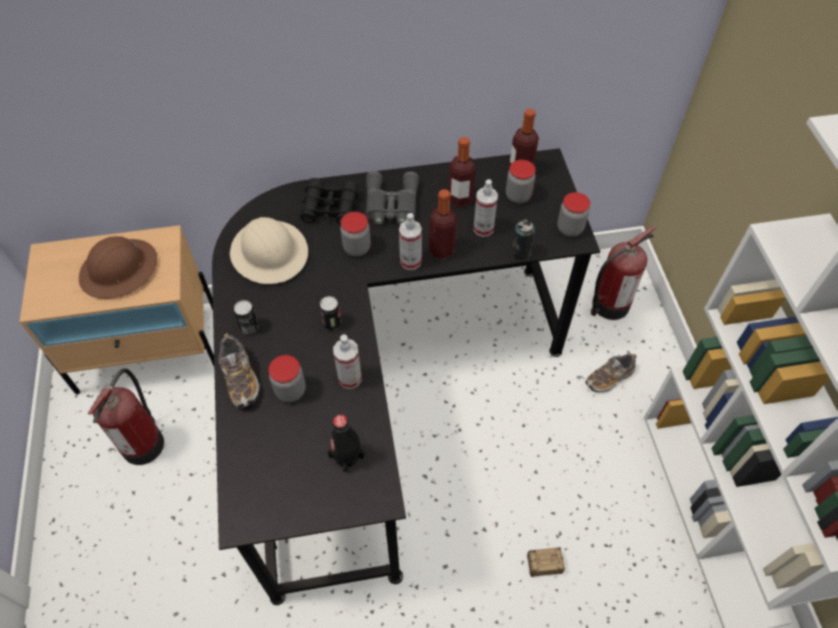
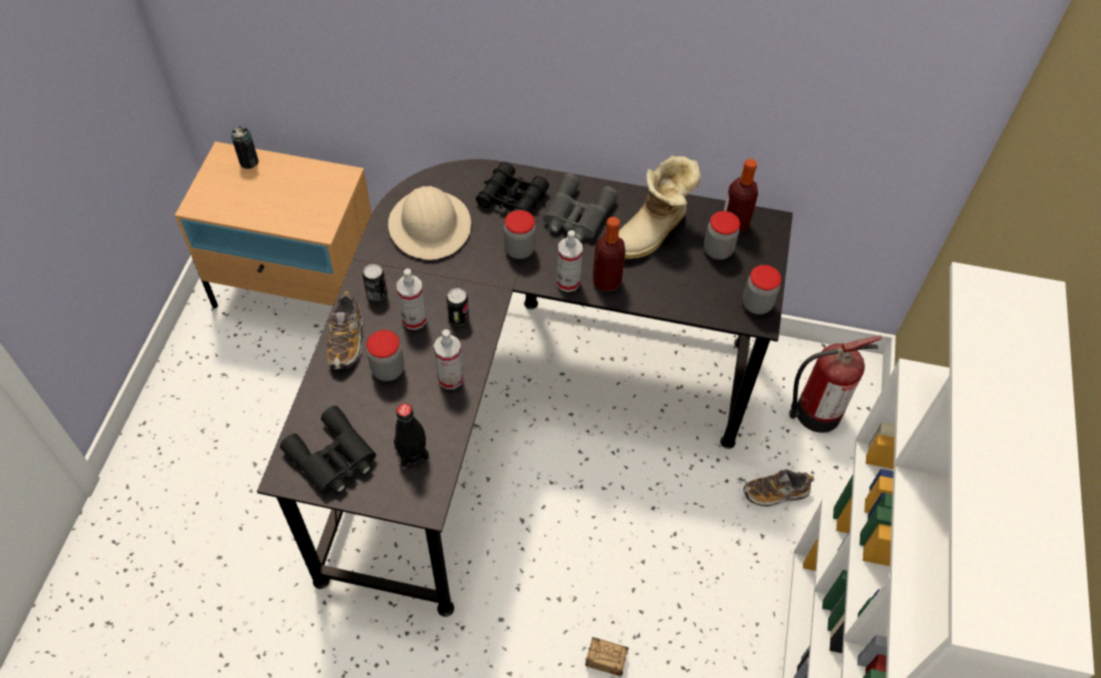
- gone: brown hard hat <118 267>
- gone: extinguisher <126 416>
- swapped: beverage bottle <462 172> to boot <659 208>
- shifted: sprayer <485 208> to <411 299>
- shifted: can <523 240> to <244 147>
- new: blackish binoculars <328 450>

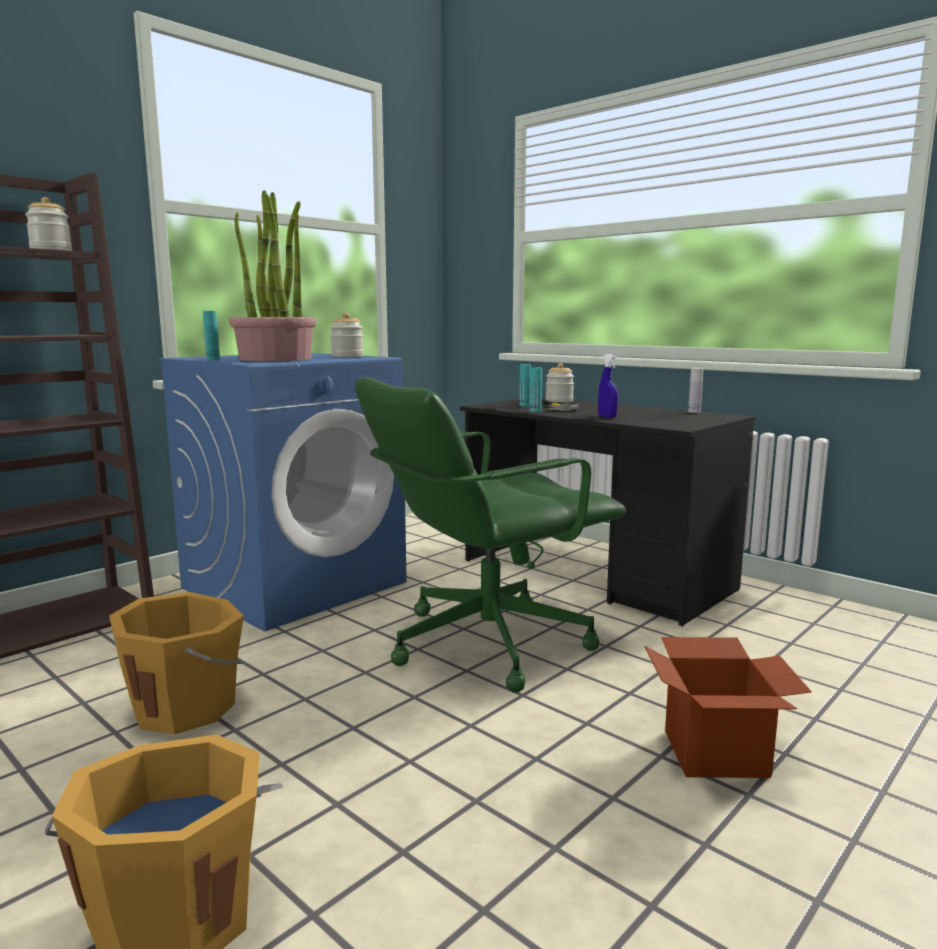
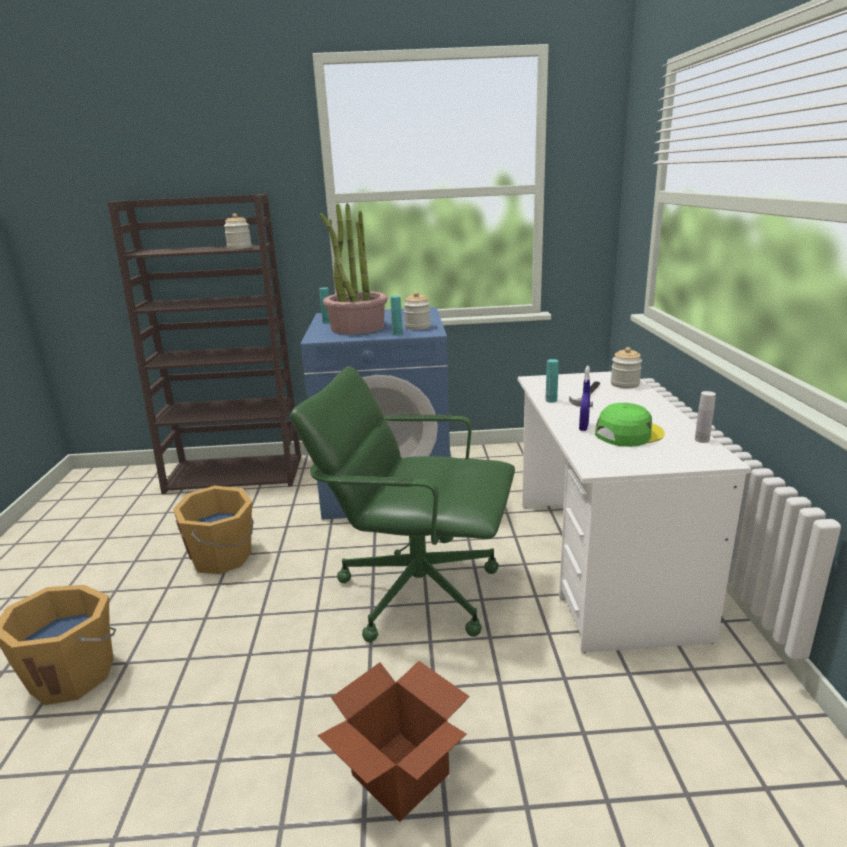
- repainted: blackish desk <608 511> to white desk <634 512>
- shifted: turquoise-coloured beverage bottle <525 385> to <396 316>
- new: green baseball cap <630 425>

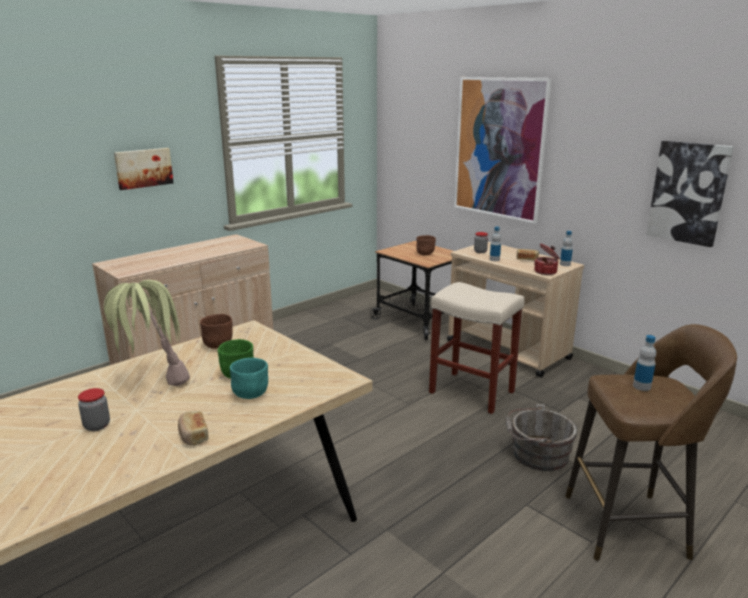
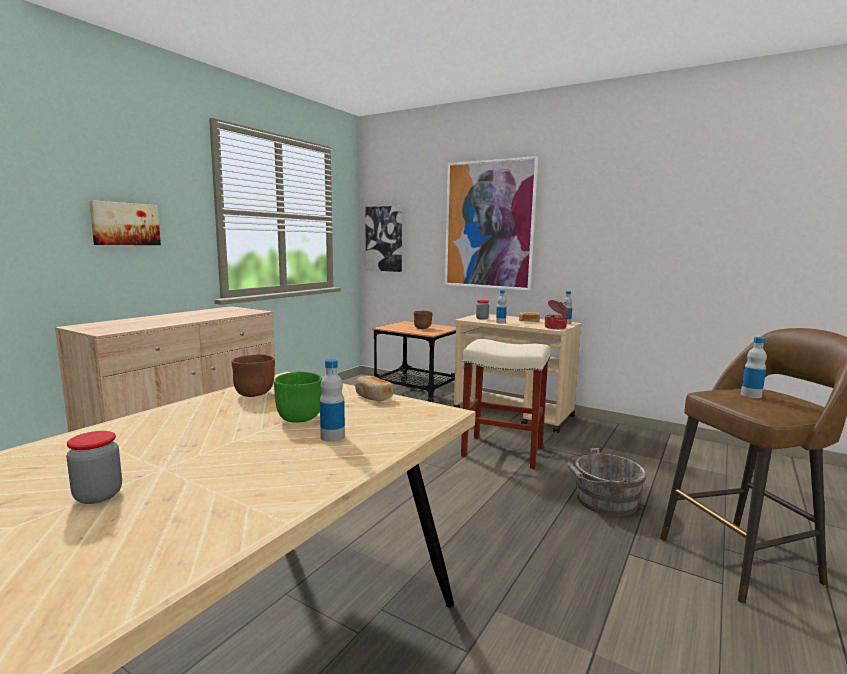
- gone: plant in a pot <146 333>
- shifted: bakery bread <193 428> to <374 388>
- swapped: turquoise-coloured deep dish <249 378> to beverage bottle <332 400>
- shifted: wall art <690 194> to <383 239>

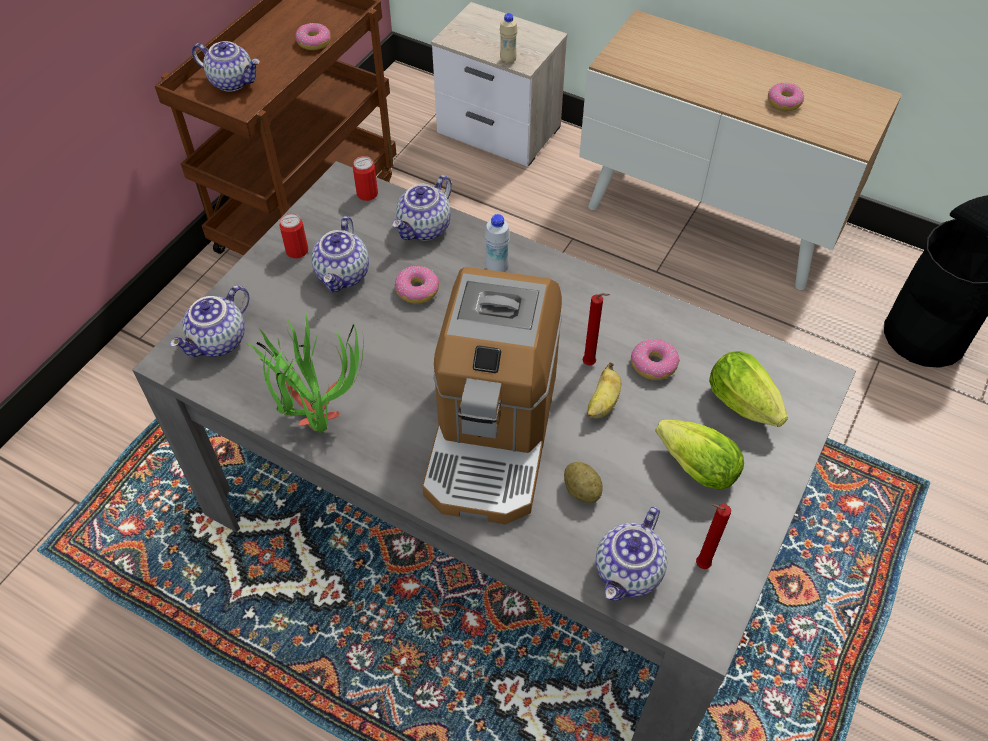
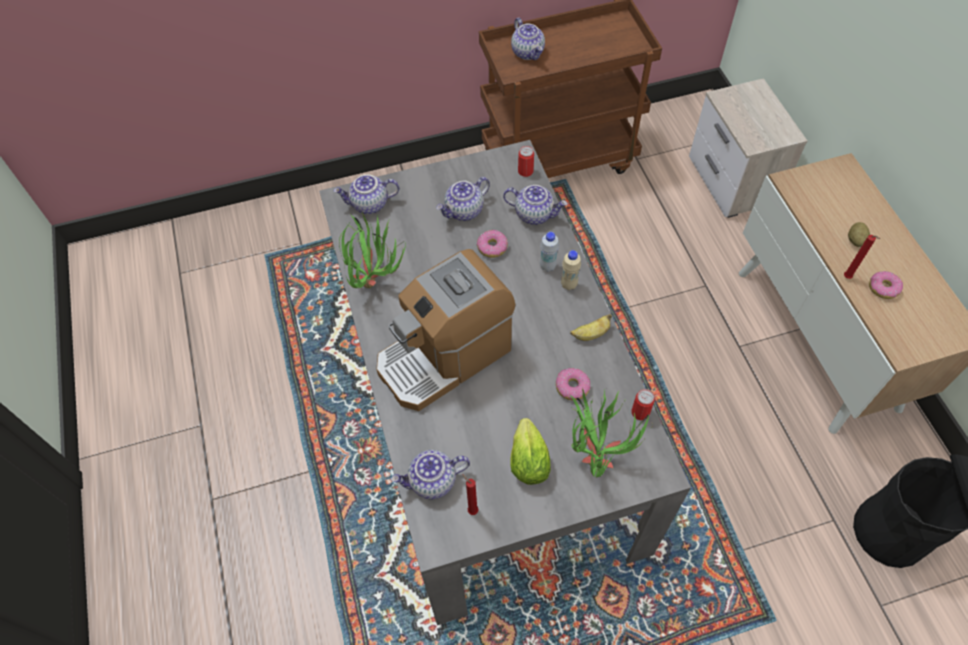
- shifted: can <293 235> to <643 404>
- gone: doughnut <313 36>
- rotated: teapot <422 208> = <535 205> 150 degrees counterclockwise
- shifted: beige-coloured beverage bottle <509 38> to <571 270>
- shifted: potato <583 482> to <859 234>
- shifted: red wax light <596 329> to <862 257>
- shifted: banana fruit <604 390> to <591 327>
- swapped: lettuce <748 389> to plant in a pot <611 433>

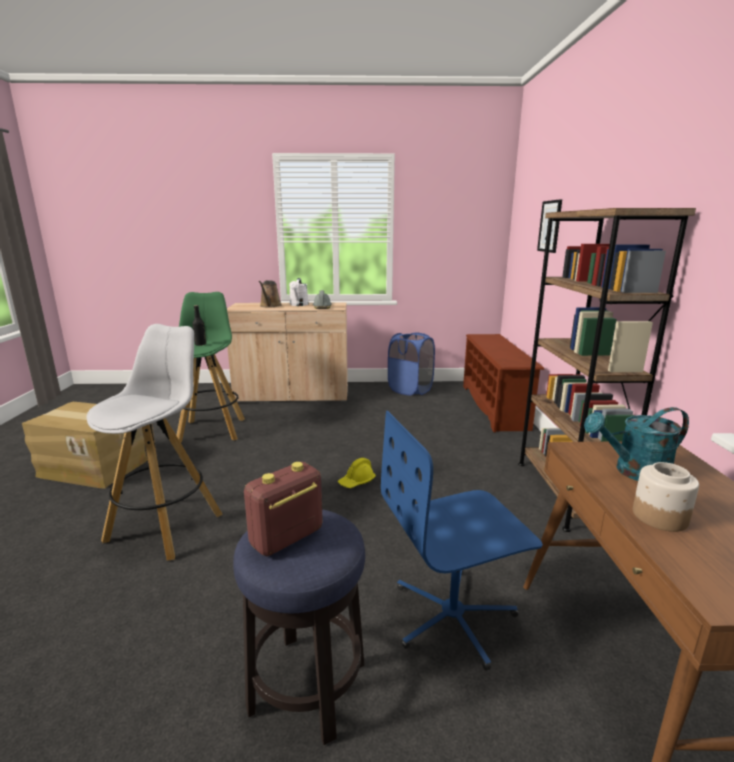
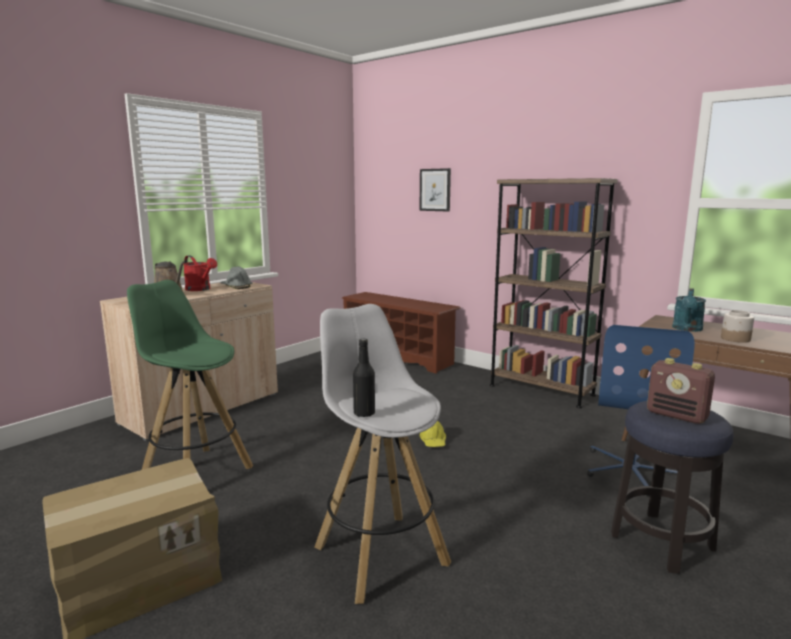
- shifted: blackish beverage bottle <199 325> to <364 378>
- rotated: radio receiver <283 509> = <681 391> 45 degrees counterclockwise
- repainted: white watering can <299 292> to red watering can <200 273>
- gone: blue-coloured hamper <411 363>

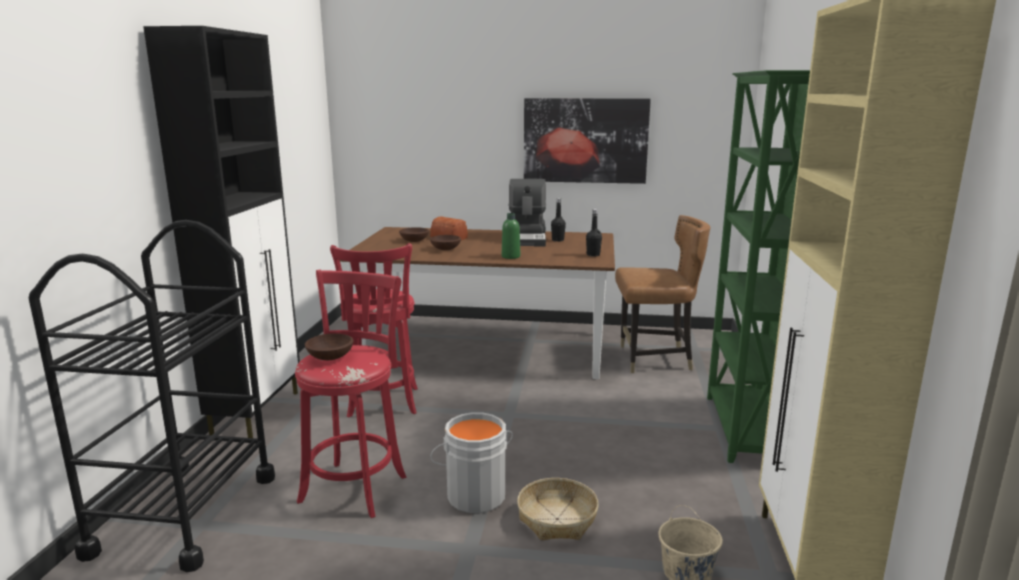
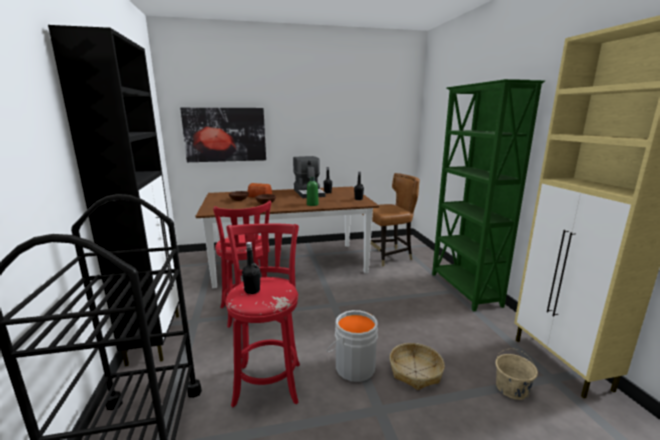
- swapped: brown deep dish <329 346> to blackish beverage bottle <251 268>
- shifted: wall art <587 141> to <223 135>

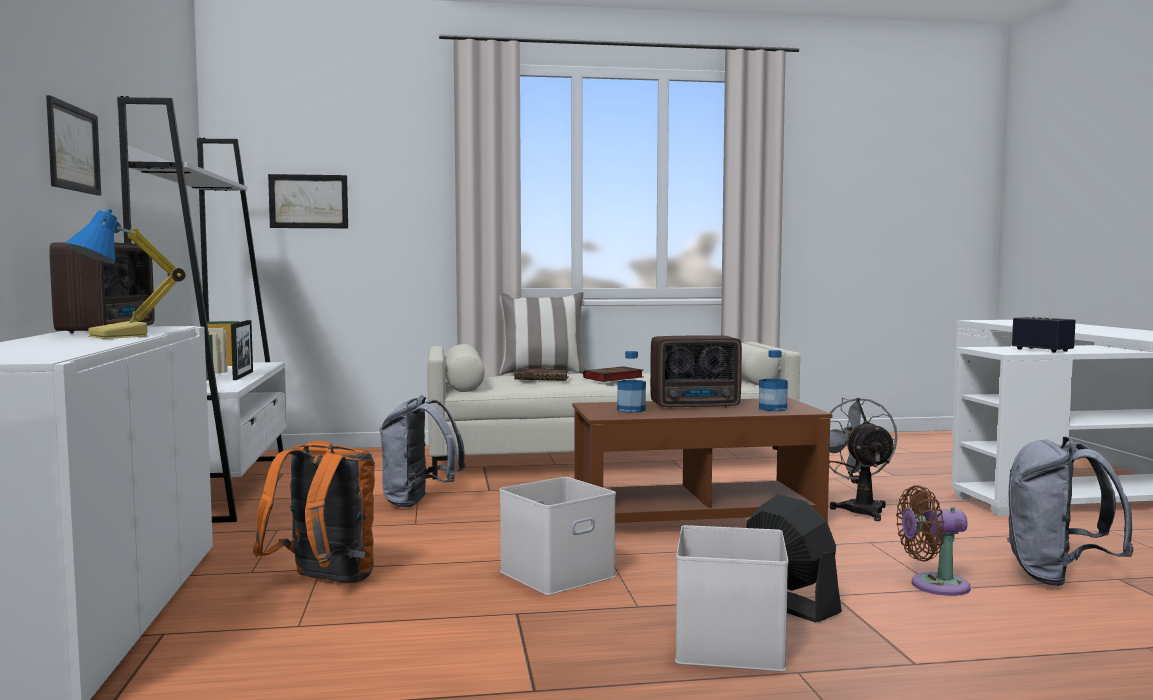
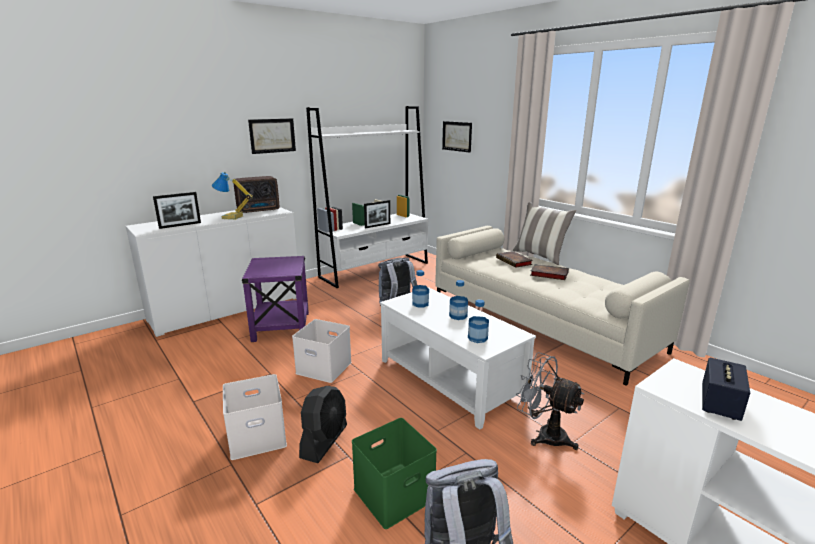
- swapped: orange backpack <314 512> to purple-coloured end table <275 299>
- repainted: brown low table <702 460> to white low table <458 358>
- swapped: radio receiver <696 371> to beverage bottle <458 300>
- rotated: gray fan <863 459> = <550 401> 105 degrees counterclockwise
- swapped: brown fan <933 540> to green storage box <394 473>
- new: photo frame <177 210>

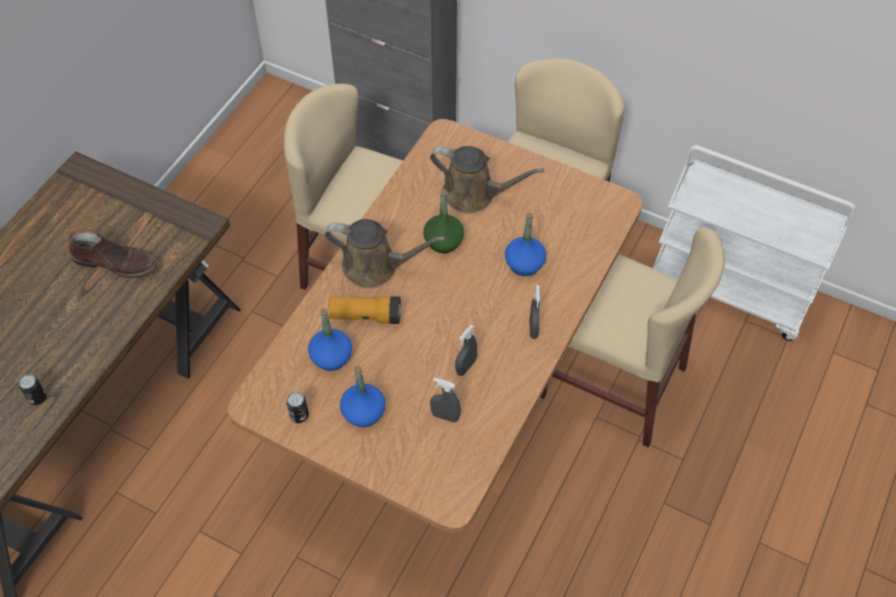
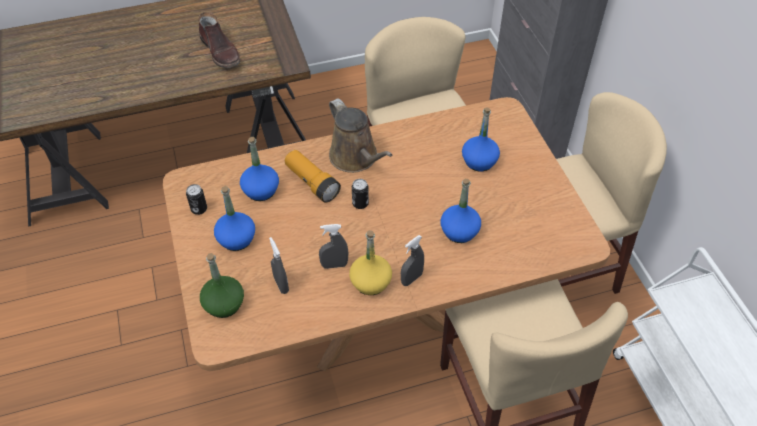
- shifted: can <33 389> to <360 194>
- shifted: green beverage bottle <443 221> to <222 285>
- swapped: brown watering can <487 179> to blue-coloured beverage bottle <481 139>
- new: yellow beverage bottle <370 262>

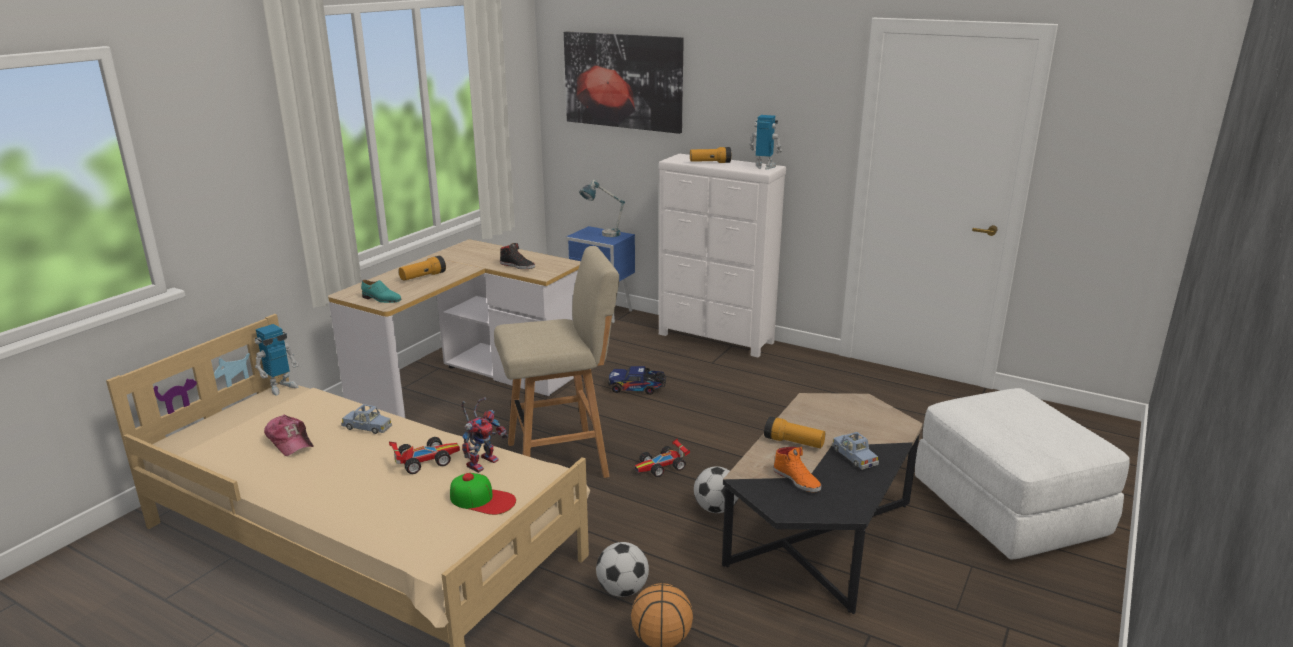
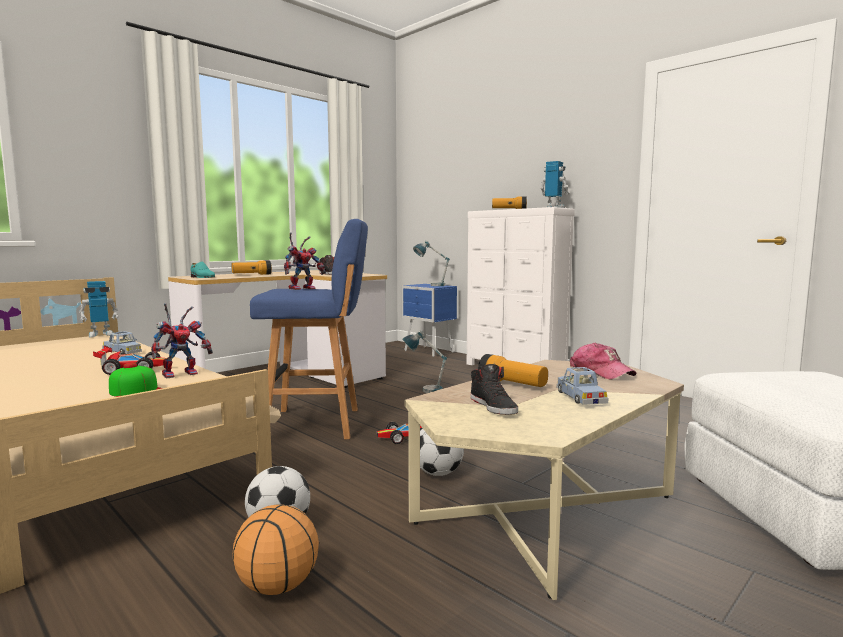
- shifted: baseball cap <289 435> to <603 361>
- repainted: beige-coloured sitting stool <556 362> to blue-coloured sitting stool <309 329>
- gone: wall art <624 83>
- swapped: toy truck <637 380> to table lamp <424 361>
- repainted: blackish low table <822 503> to beige-coloured low table <544 480>
- repainted: orange shoe <797 469> to blackish shoe <494 389>
- new: model robot <305 261>

